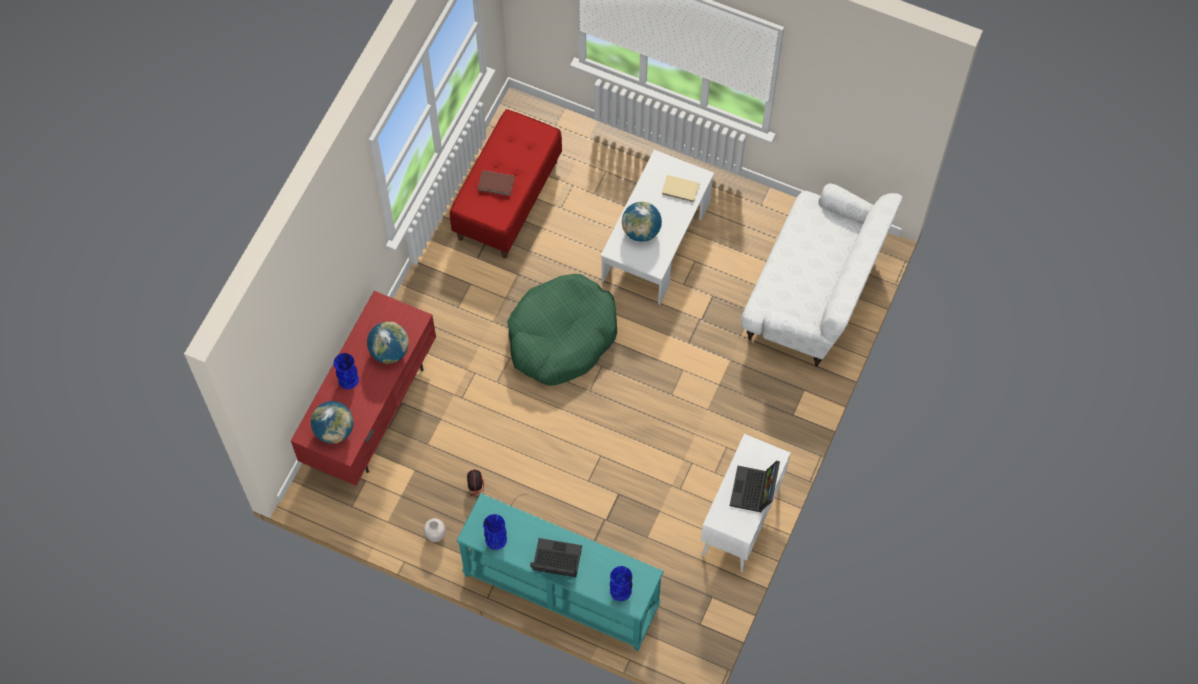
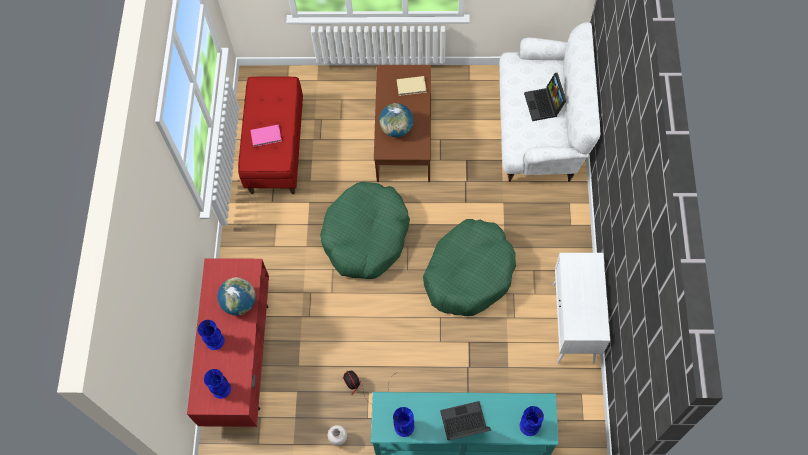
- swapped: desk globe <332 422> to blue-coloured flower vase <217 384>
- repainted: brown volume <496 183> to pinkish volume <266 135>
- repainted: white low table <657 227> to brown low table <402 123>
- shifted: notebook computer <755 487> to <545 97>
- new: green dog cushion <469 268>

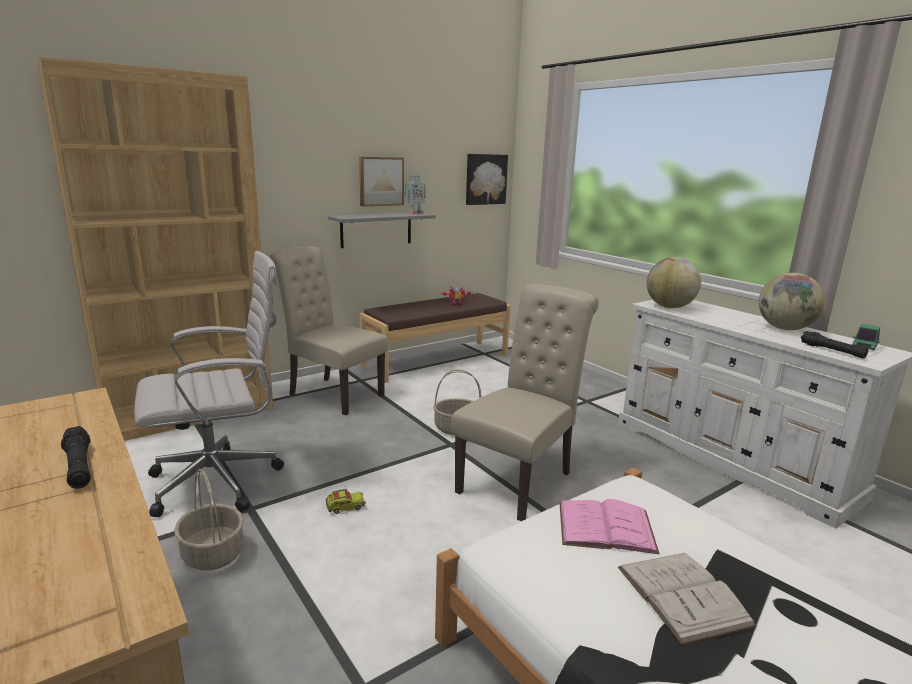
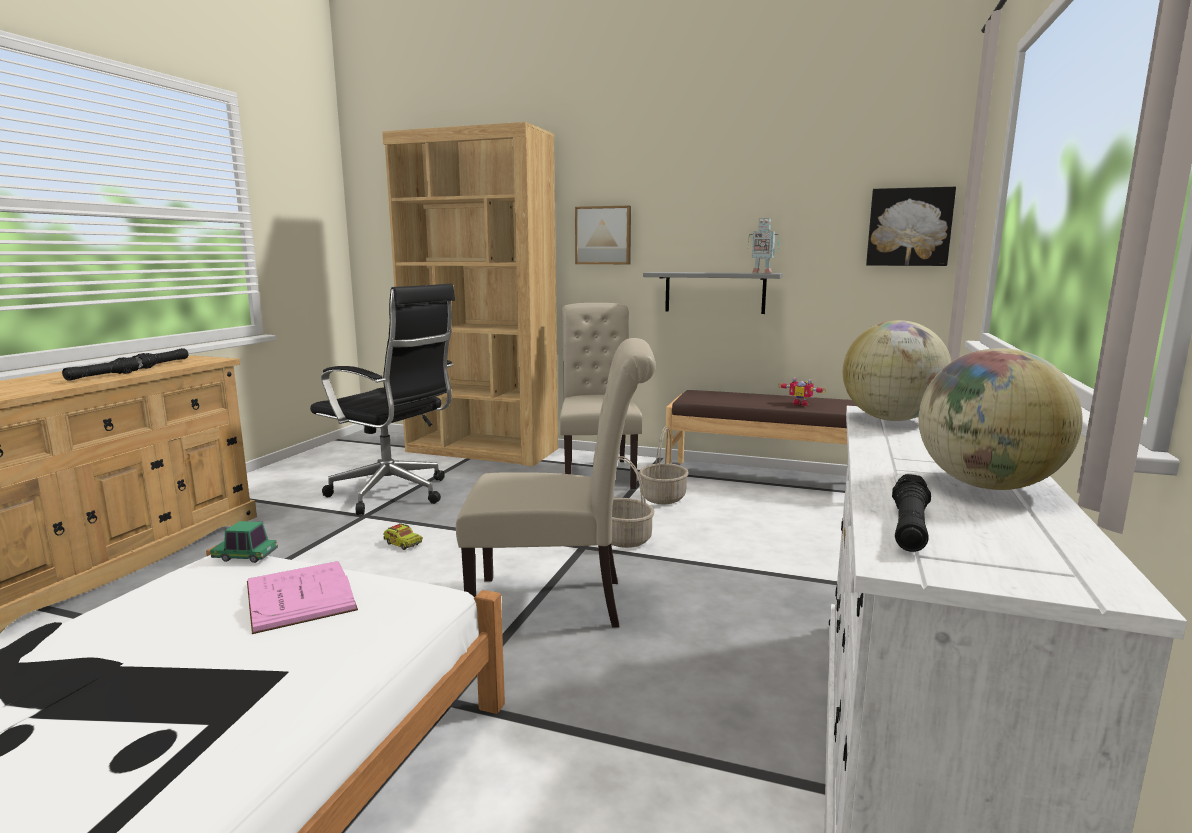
- repainted: white computer chair <209 384> to blackish computer chair <382 399>
- shifted: storage basket <209 519> to <664 465>
- shifted: wall art <381 181> to <603 235>
- gone: white volume <687 599>
- shifted: toy car <866 337> to <244 542>
- new: blackish torch <160 358>

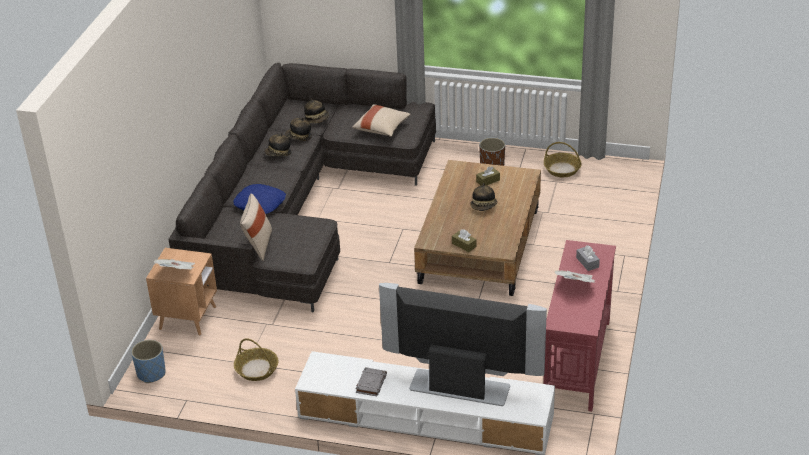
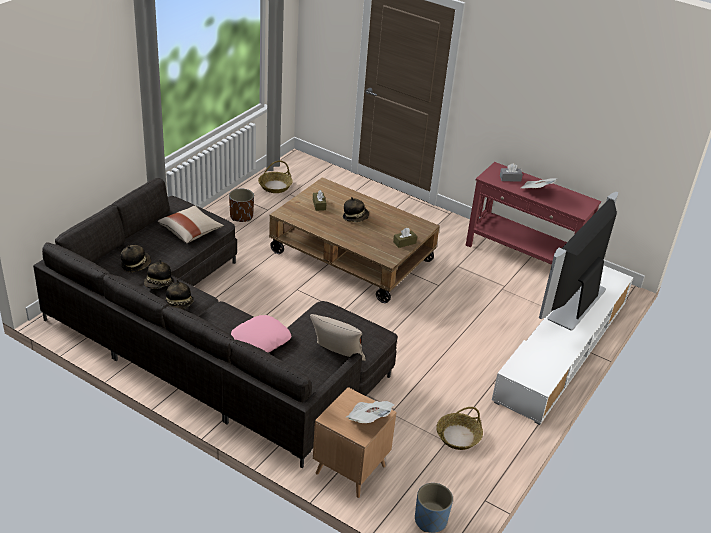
- repainted: blue-coloured cushion <259 199> to pinkish cushion <261 334>
- gone: gray volume <371 381>

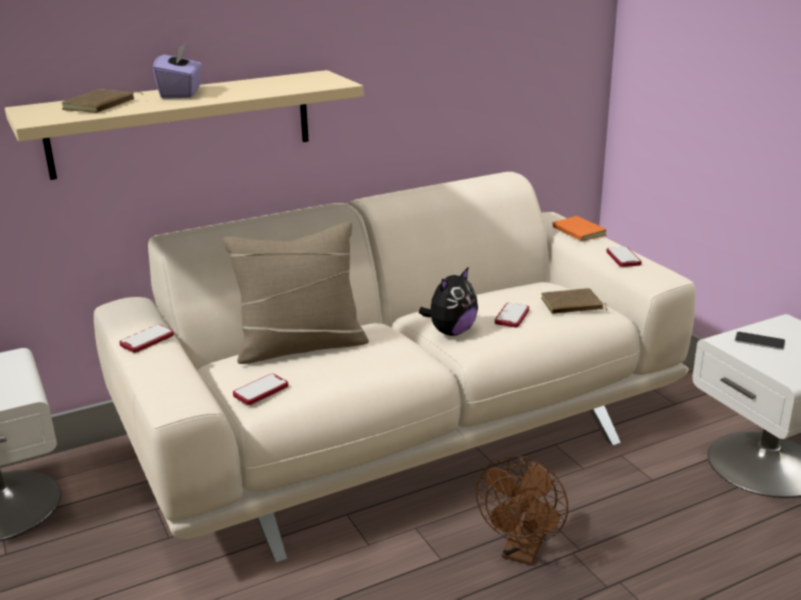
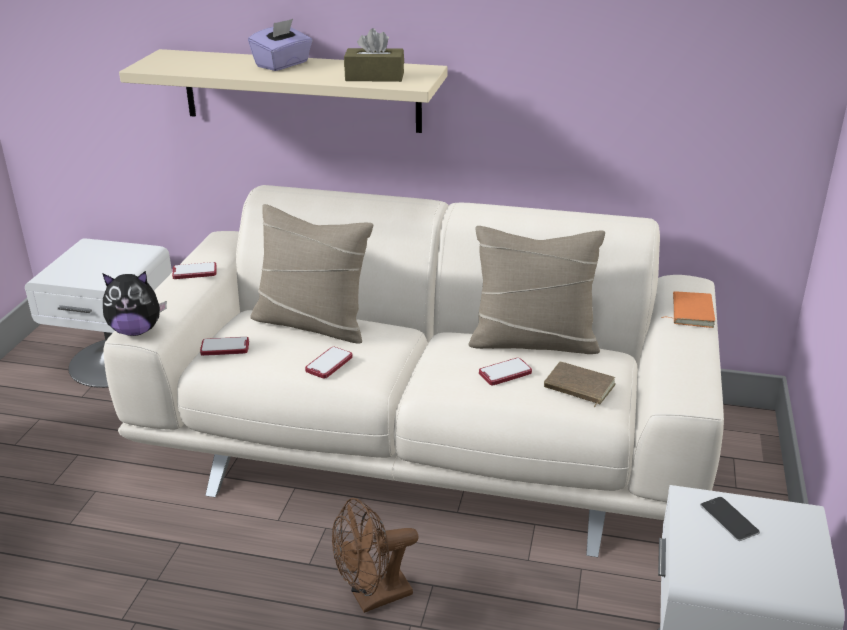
- gone: brown volume <102 101>
- shifted: soft toy <448 301> to <135 303>
- shifted: handset <624 257> to <329 363>
- new: brown box of tissues <374 55>
- new: beige-coloured cushion <536 290>

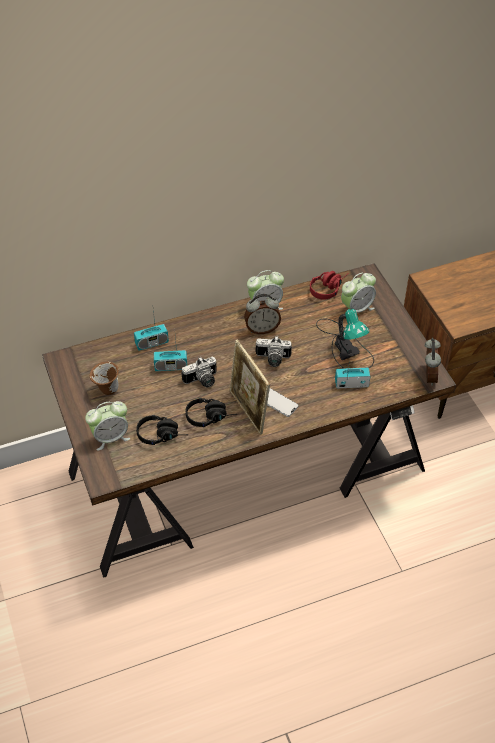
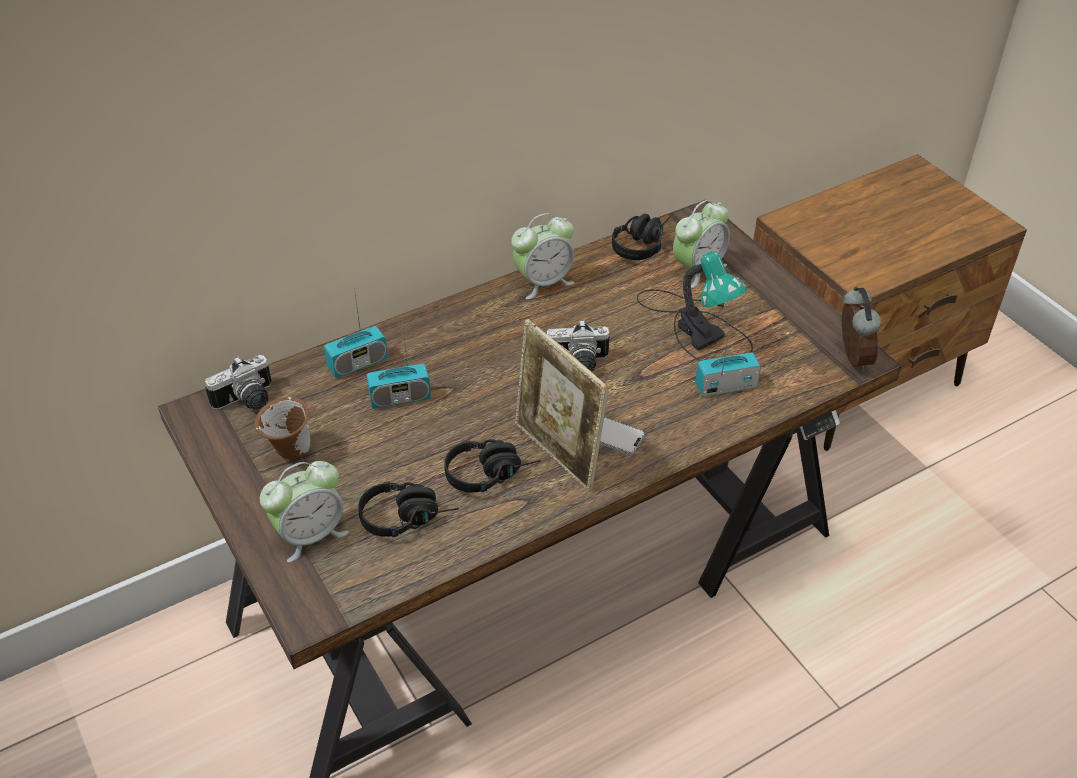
- shifted: photo camera <199 372> to <238 382>
- gone: alarm clock <262 314>
- repainted: red headset <329 285> to blackish headset <641 236>

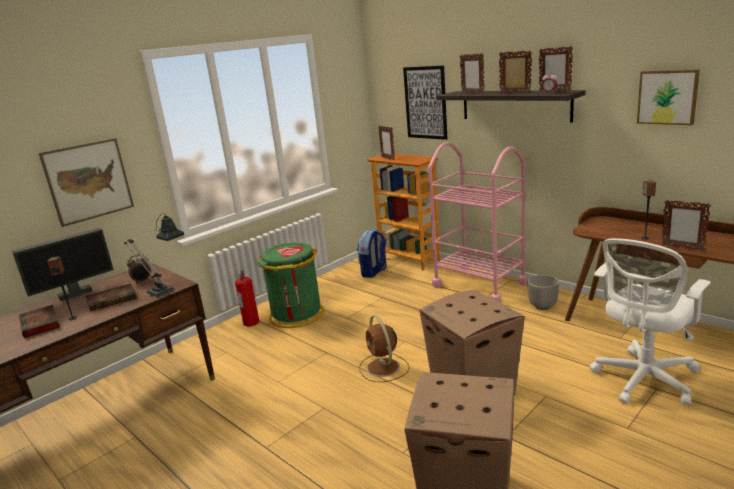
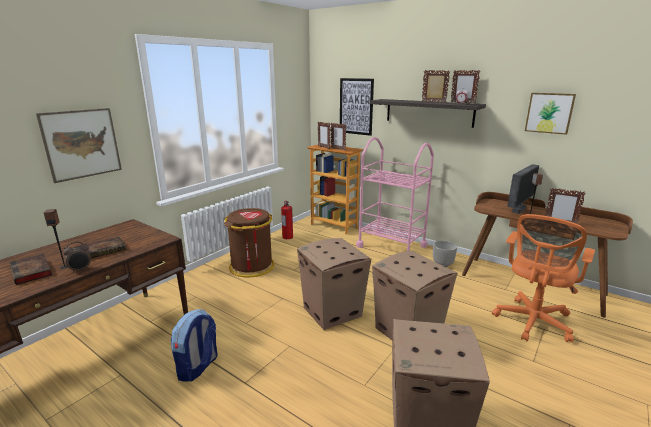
- shifted: computer display <63 264> to <523 189>
- gone: table lamp <154 255>
- shifted: alarm clock <139 269> to <77 257>
- shifted: extinguisher <247 298> to <287 220>
- repainted: green rubbish bin <291 285> to brown rubbish bin <249 243>
- shifted: backpack <371 253> to <194 345>
- swapped: brown fan <384 348> to packing box <334 284>
- shifted: photo frame <472 74> to <338 137>
- repainted: white computer chair <649 321> to orange computer chair <543 278>

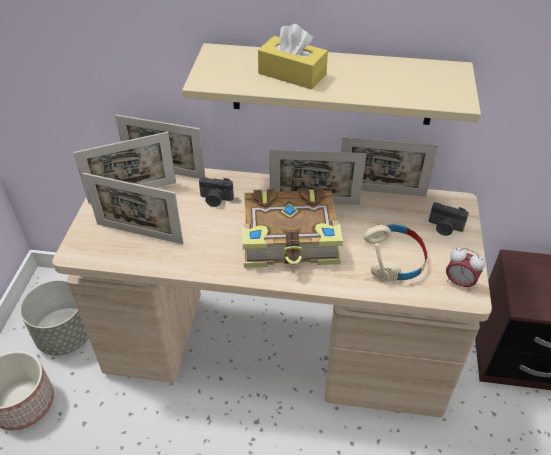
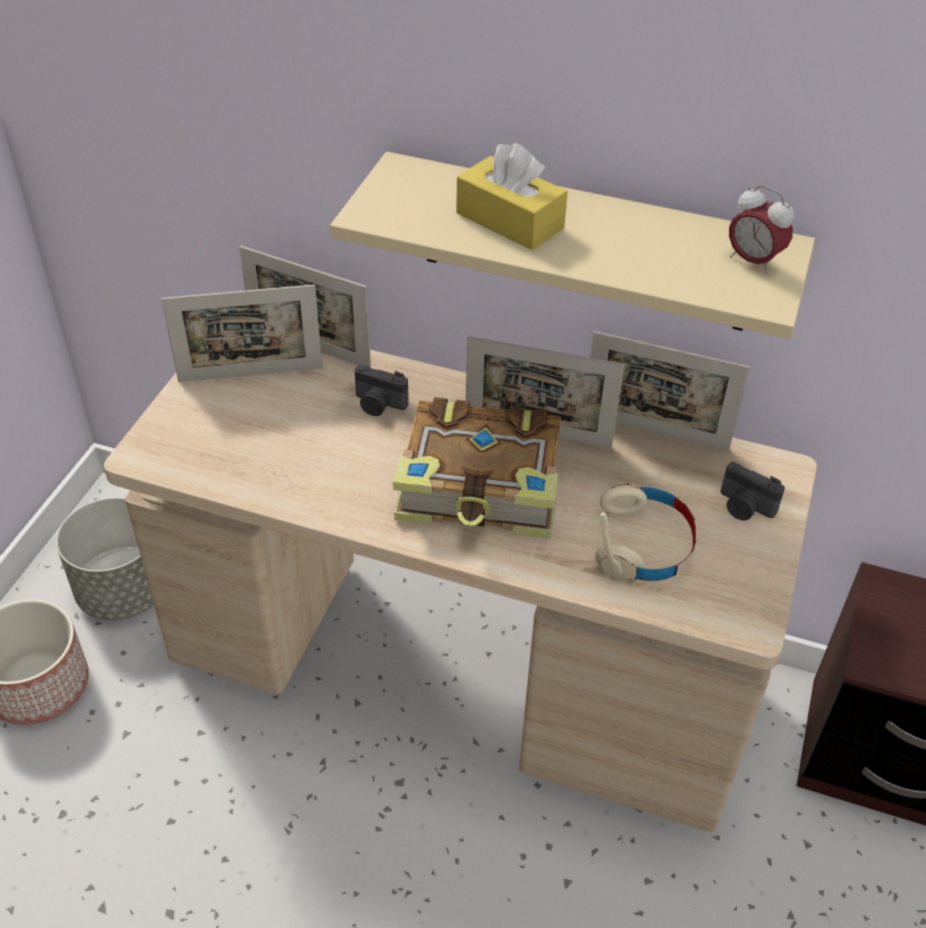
- gone: photo frame <132 208>
- shifted: alarm clock <465 269> to <761 230>

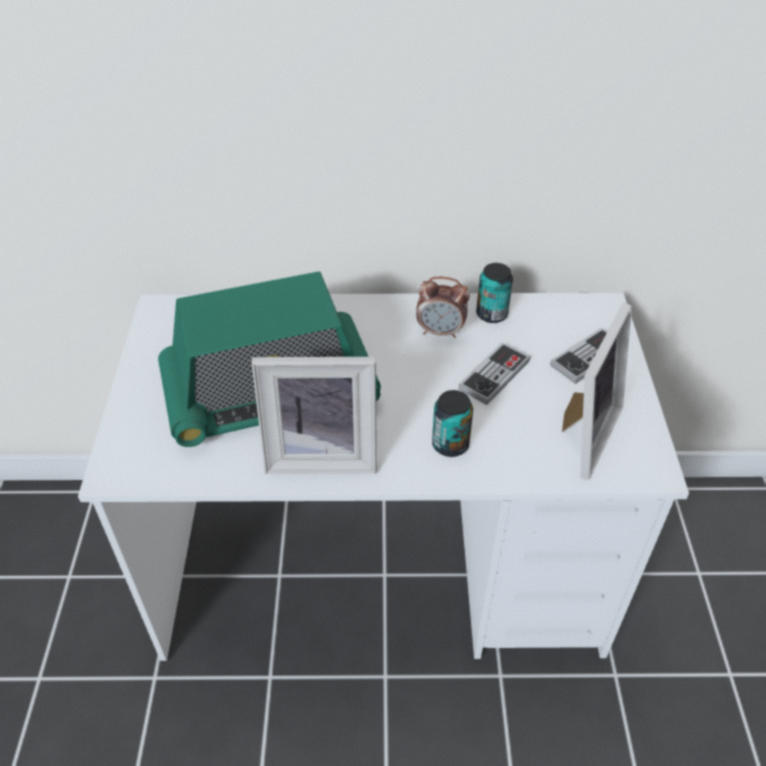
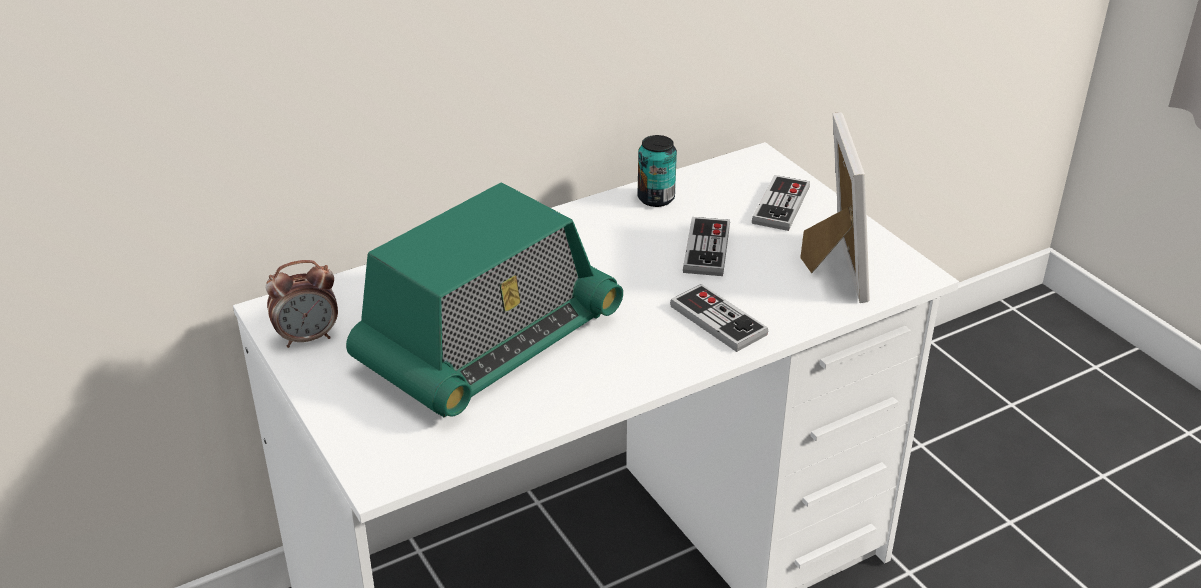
- gone: photo frame <314 415>
- shifted: alarm clock <443 307> to <302 304>
- swapped: can <452 423> to gamepad <719 318>

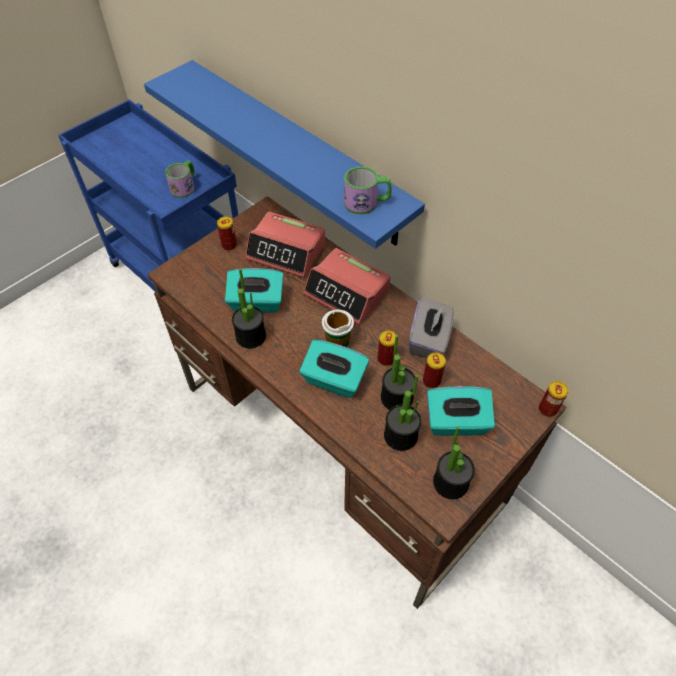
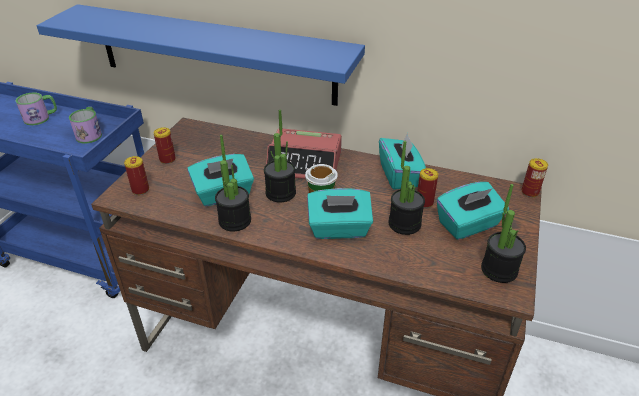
- gone: alarm clock <285 244>
- shifted: coffee mug <368 190> to <36 109>
- shifted: can <386 348> to <136 175>
- shifted: plant in a pot <402 413> to <280 156>
- repainted: gray box of tissues <431 327> to turquoise-coloured box of tissues <402 161>

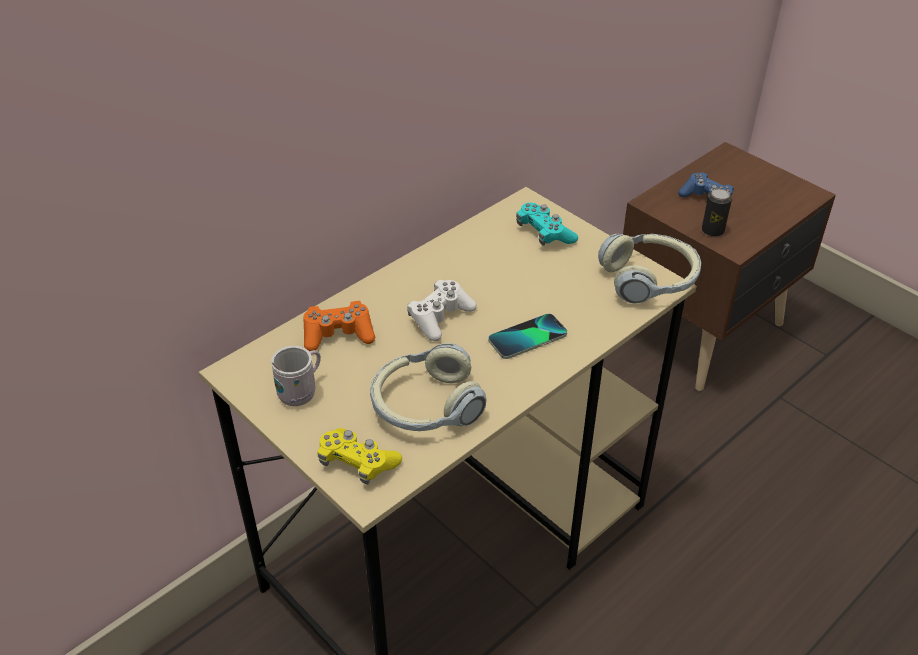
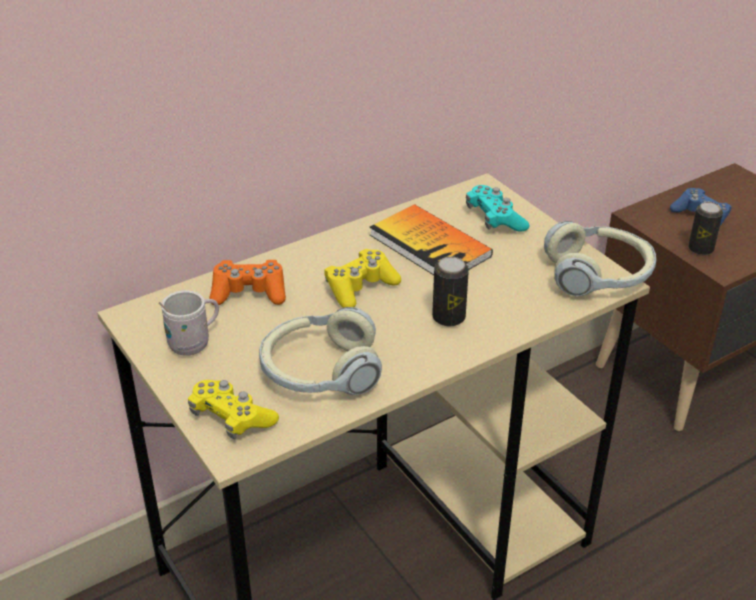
- repainted: white gamepad <442 310> to yellow gamepad <362 278>
- swapped: handset <527 336> to can <450 291>
- new: volume <431 239>

